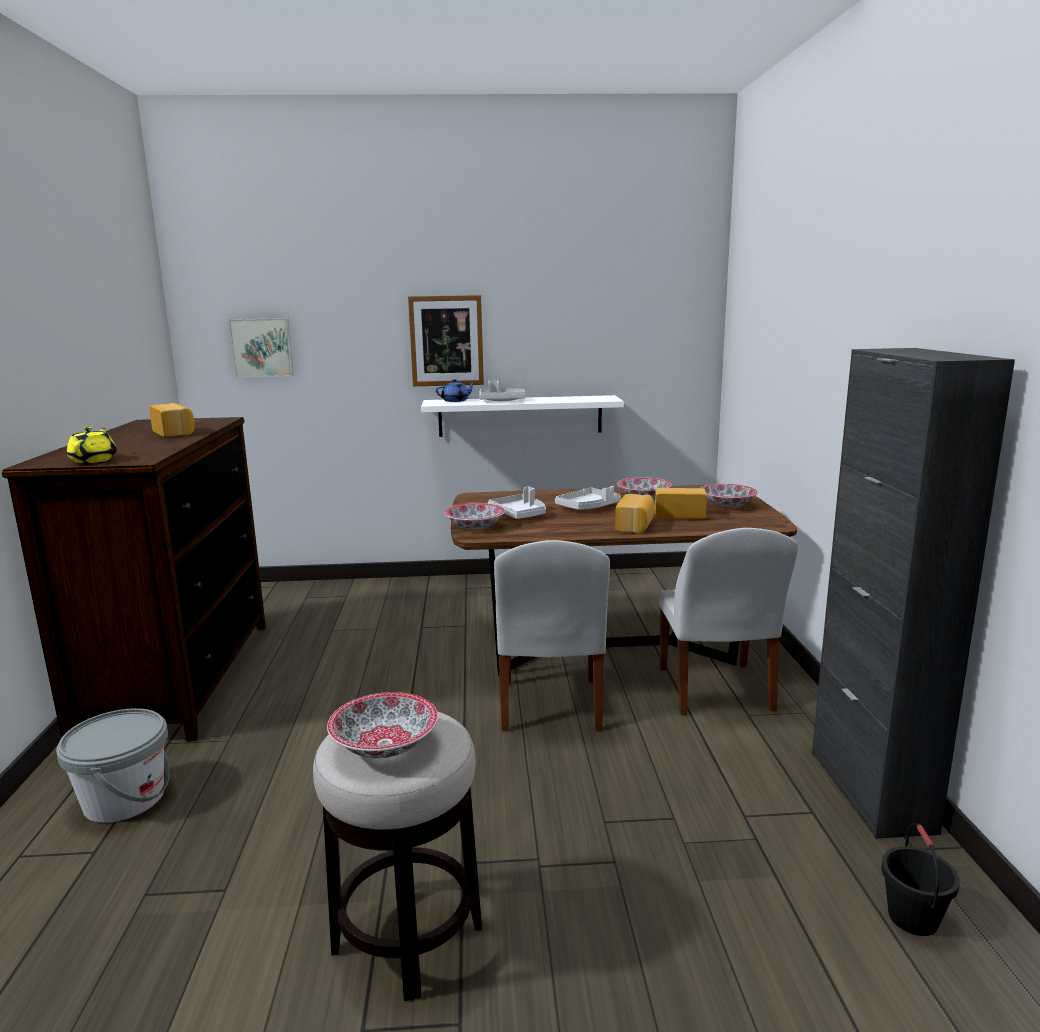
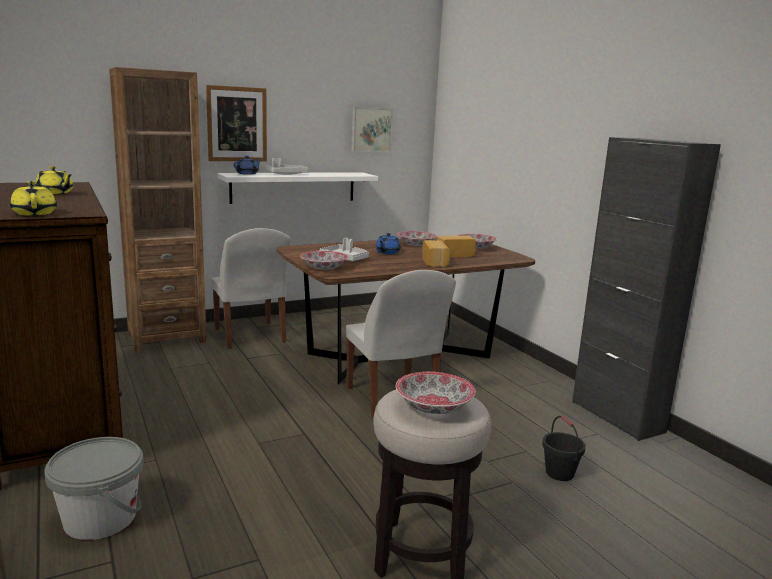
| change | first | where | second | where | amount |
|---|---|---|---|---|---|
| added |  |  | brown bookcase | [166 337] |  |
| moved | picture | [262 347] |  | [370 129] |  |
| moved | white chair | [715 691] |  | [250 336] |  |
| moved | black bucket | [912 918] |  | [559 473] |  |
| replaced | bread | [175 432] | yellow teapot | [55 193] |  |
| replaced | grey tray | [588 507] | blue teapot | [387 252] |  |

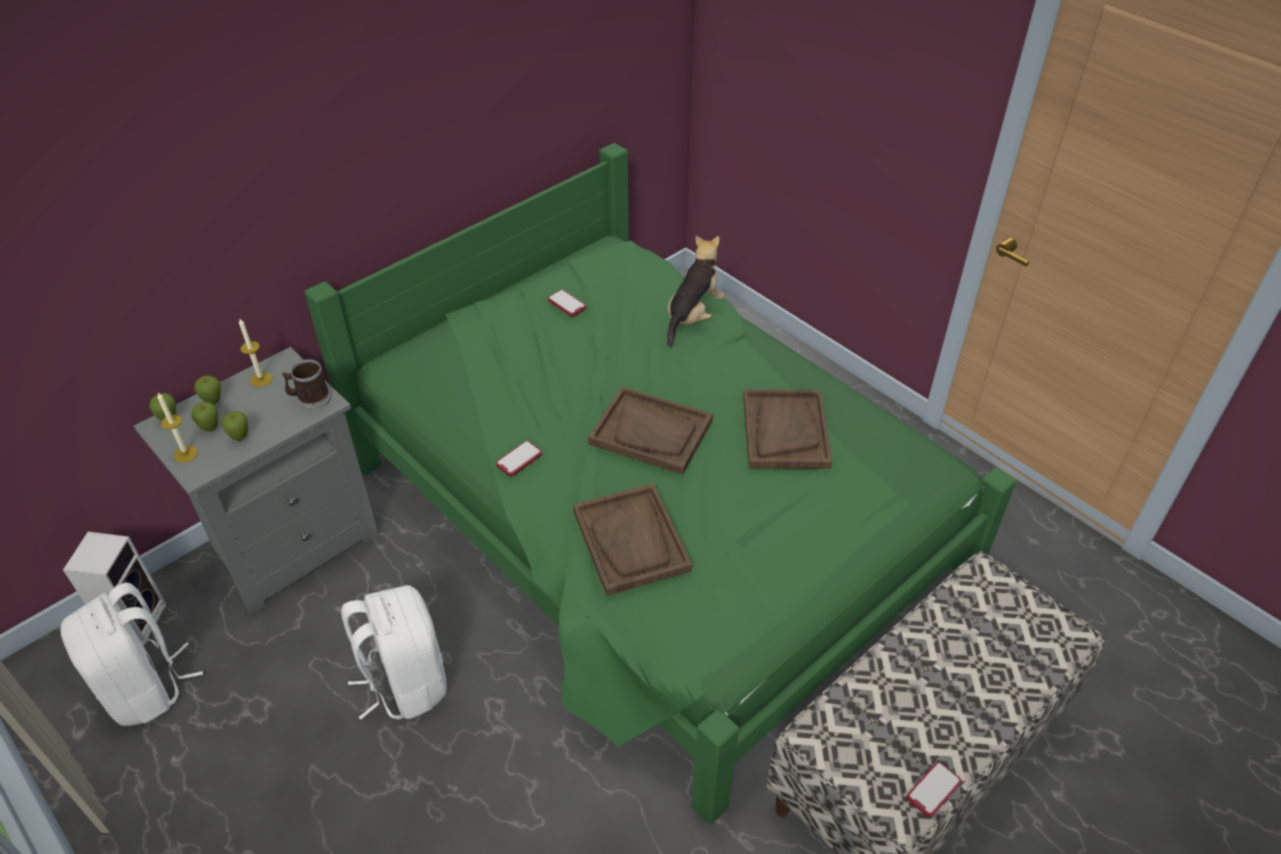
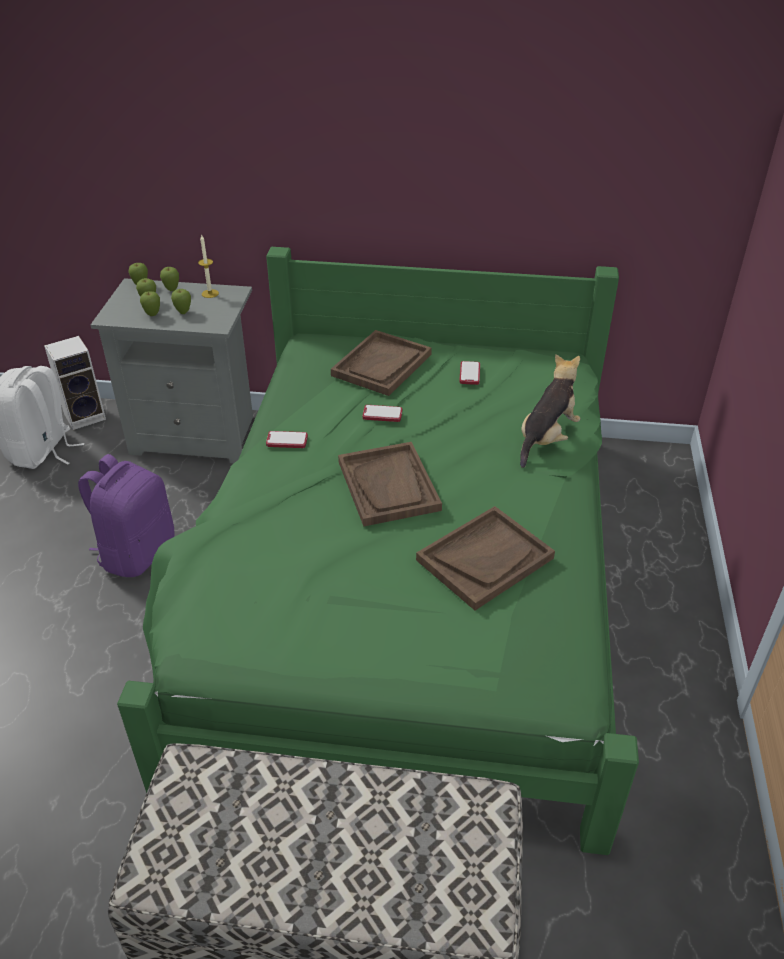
| change | first | where | second | where | amount |
|---|---|---|---|---|---|
| removed | candle | [185 454] |  |  |  |
| removed | mug | [310 399] |  |  |  |
| added |  |  | apple | [183 312] |  |
| moved | brown tray | [631 541] |  | [382 365] |  |
| moved | phone | [933 790] |  | [382 414] |  |
| recoloured | white backpack | [405 682] | purple backpack | [137 552] |  |
| turned | plush toy | [693 316] |  | [546 438] | 45 degrees counterclockwise |

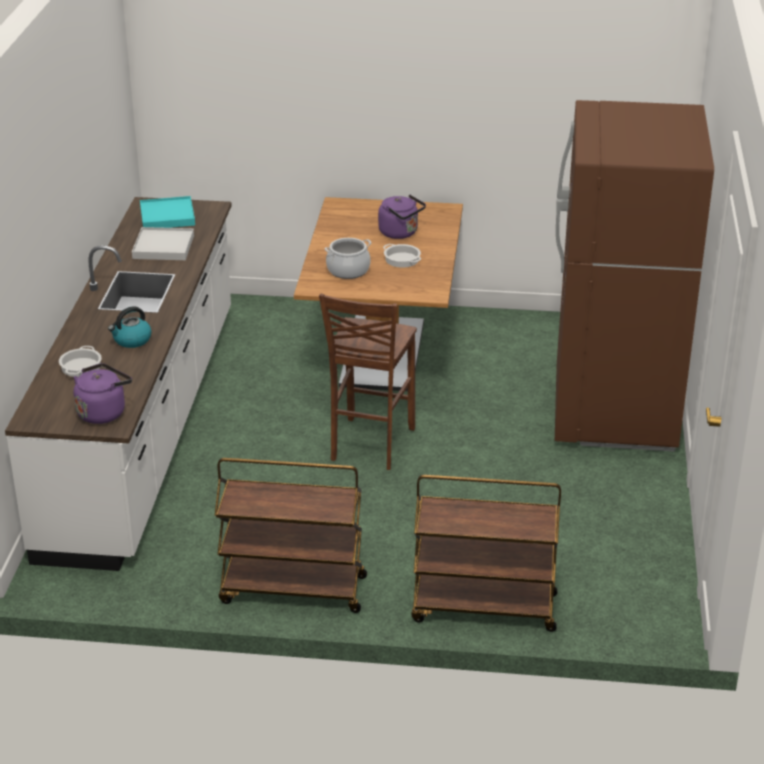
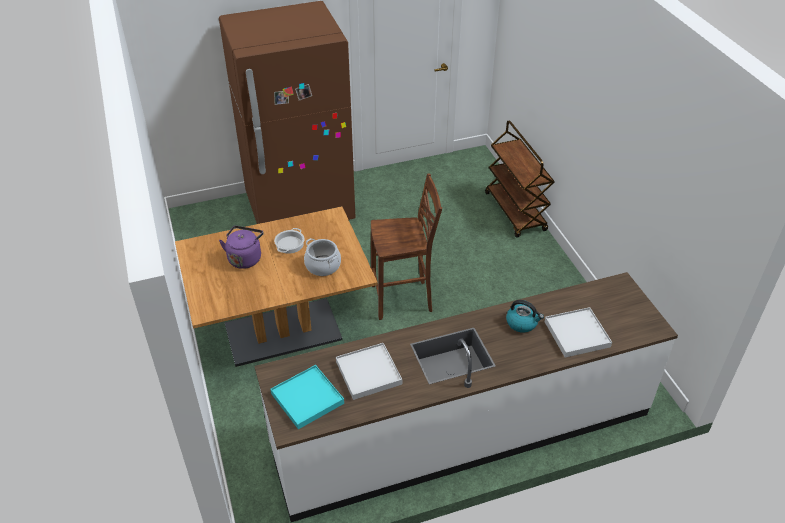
| change | first | where | second | where | amount |
|---|---|---|---|---|---|
| removed | purple kettle | [103 412] |  |  |  |
| removed | brown cart | [292 590] |  |  |  |
| replaced | cooking pot | [80 366] | white tray | [577 334] |  |

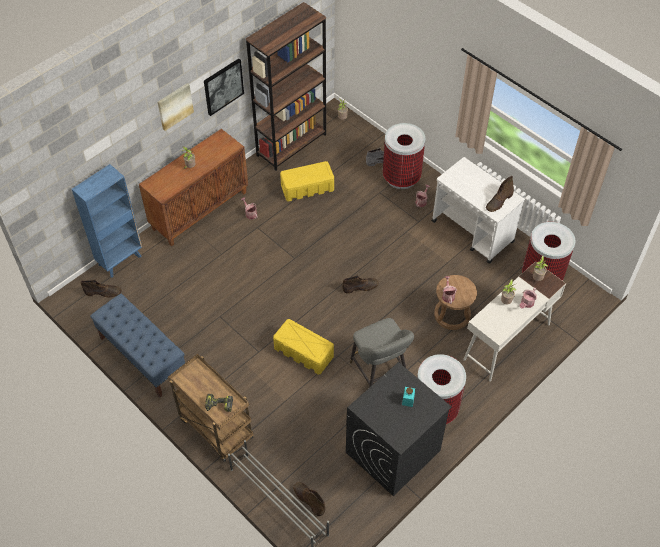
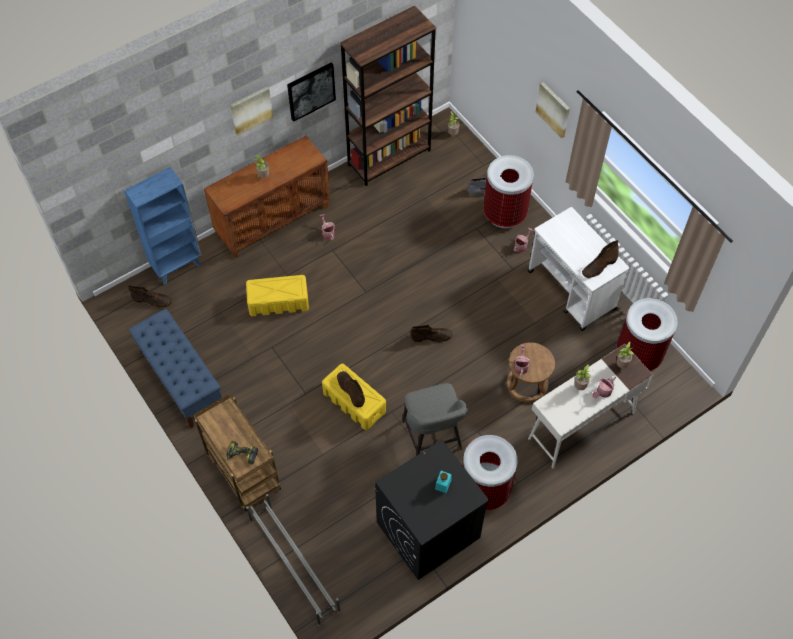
| change | first | where | second | where | amount |
|---|---|---|---|---|---|
| added |  |  | picture | [553 109] |  |
| moved | yellow storage box | [307 188] |  | [279 302] |  |
| moved | brown boot | [308 499] |  | [350 390] |  |

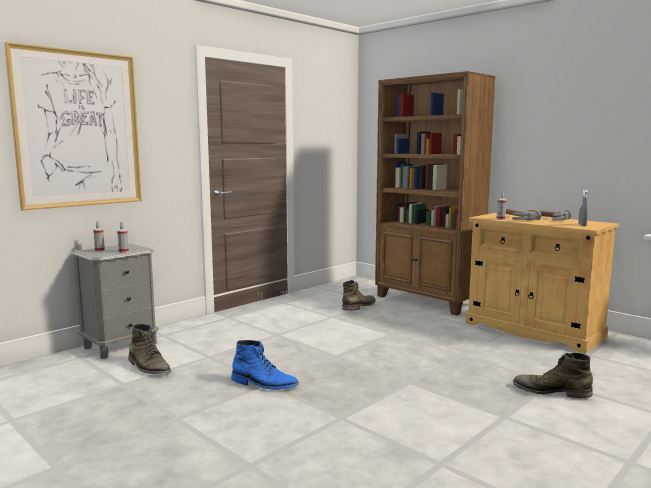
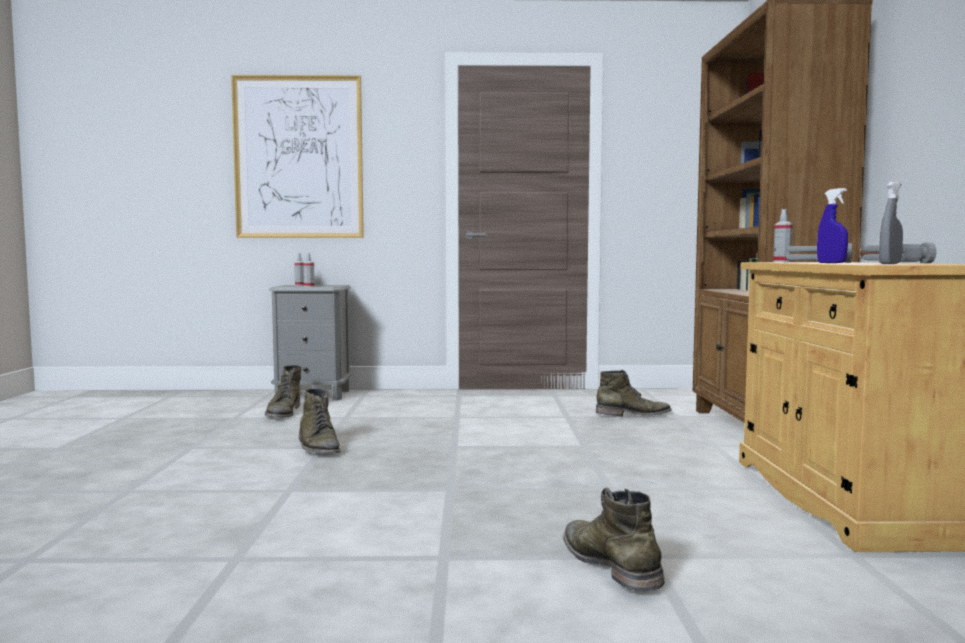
| change | first | where | second | where | amount |
|---|---|---|---|---|---|
| added |  |  | blue spray bottle | [831 263] |  |
| recoloured | blue boot | [264 384] | green boot | [318 447] |  |

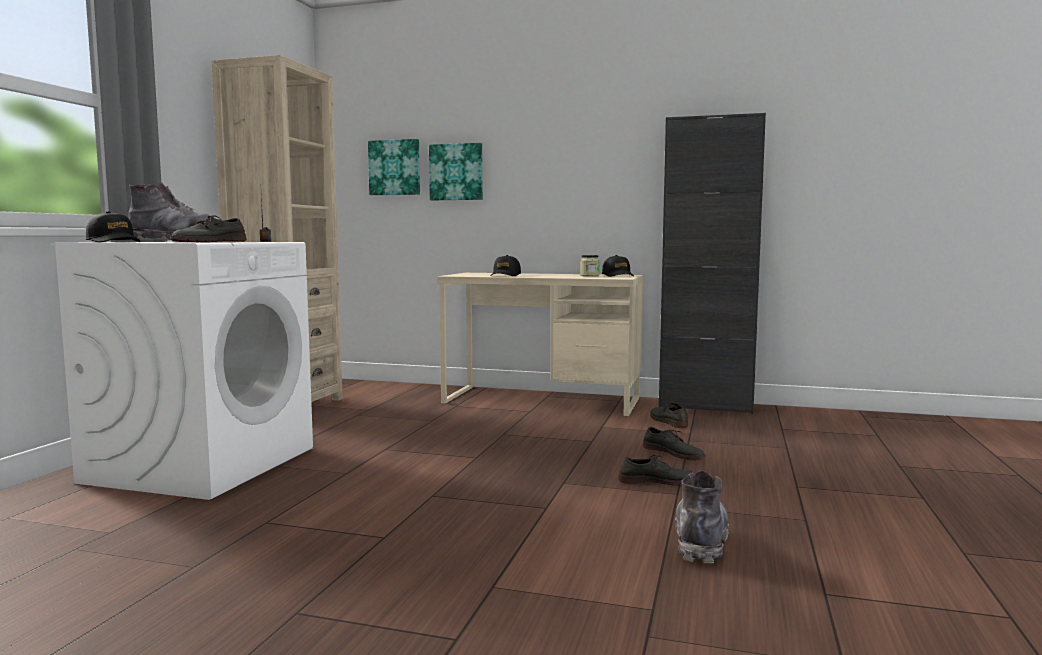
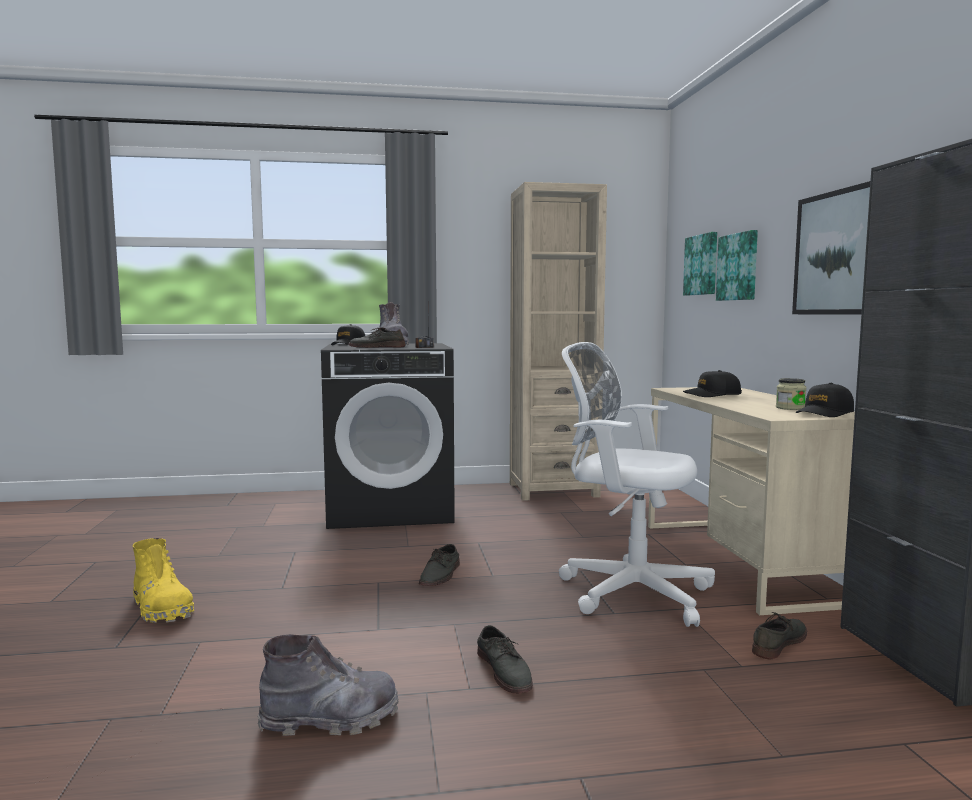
| change | first | where | second | where | amount |
|---|---|---|---|---|---|
| added |  |  | yellow boot | [162 608] |  |
| added |  |  | white office chair | [628 591] |  |
| added |  |  | picture | [839 253] |  |
| moved | grey shoe | [673 453] |  | [441 575] |  |
| recoloured | white washing machine | [202 464] | black washing machine | [391 509] |  |

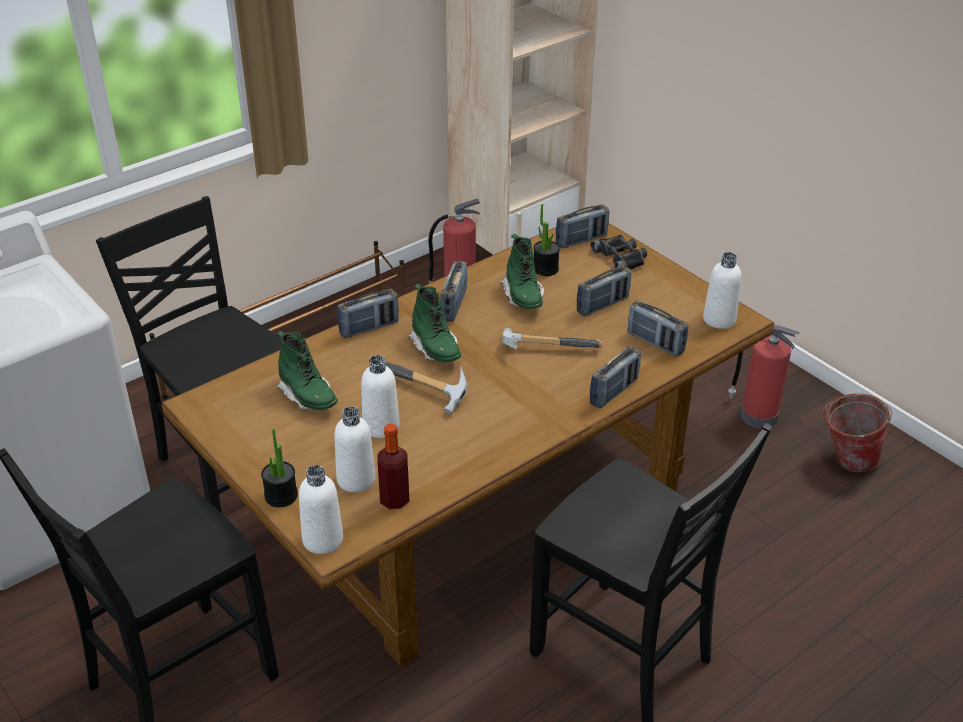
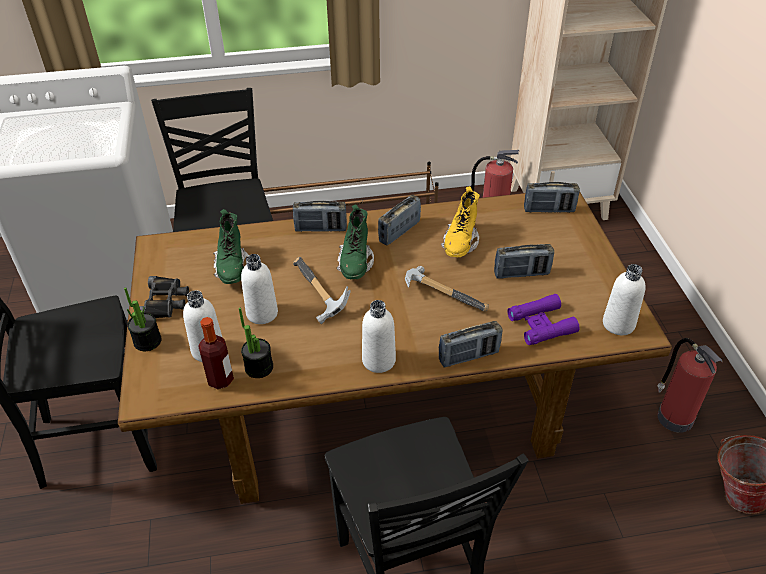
| change | first | where | second | where | amount |
|---|---|---|---|---|---|
| moved | white bottle | [323 540] |  | [378 360] |  |
| moved | potted plant | [545 269] |  | [259 367] |  |
| moved | black binoculars | [621 258] |  | [165 301] |  |
| replaced | radio | [655 343] | purple binoculars | [541 325] |  |
| recoloured | green boot | [523 297] | yellow boot | [460 244] |  |

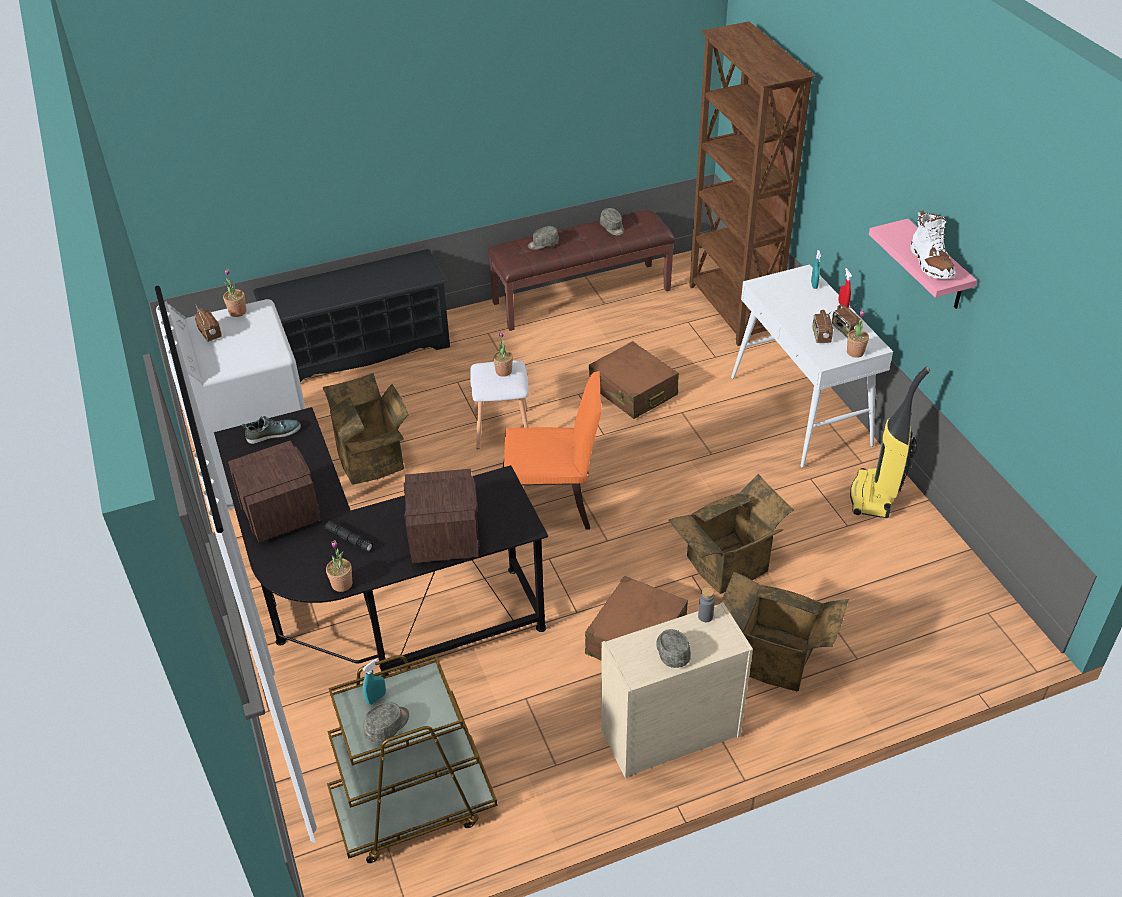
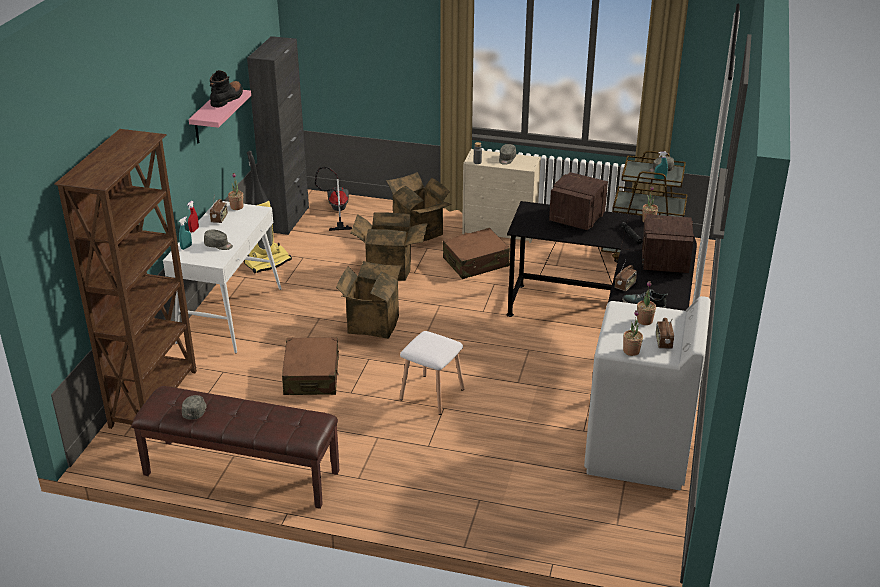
| change | first | where | second | where | amount |
|---|---|---|---|---|---|
| removed | black shoe rack | [361 350] |  |  |  |
| removed | orange chair | [552 502] |  |  |  |
| added |  |  | black cabinet | [287 219] |  |
| added |  |  | vacuum cleaner | [336 211] |  |
| moved | cardboard box | [374 460] |  | [371 323] |  |
| moved | potted plant | [503 371] |  | [644 321] |  |
| moved | grey cap | [543 244] |  | [218 245] |  |
| moved | radio | [820 336] |  | [625 286] |  |
| recoloured | white boot | [930 263] | black boot | [227 99] |  |

